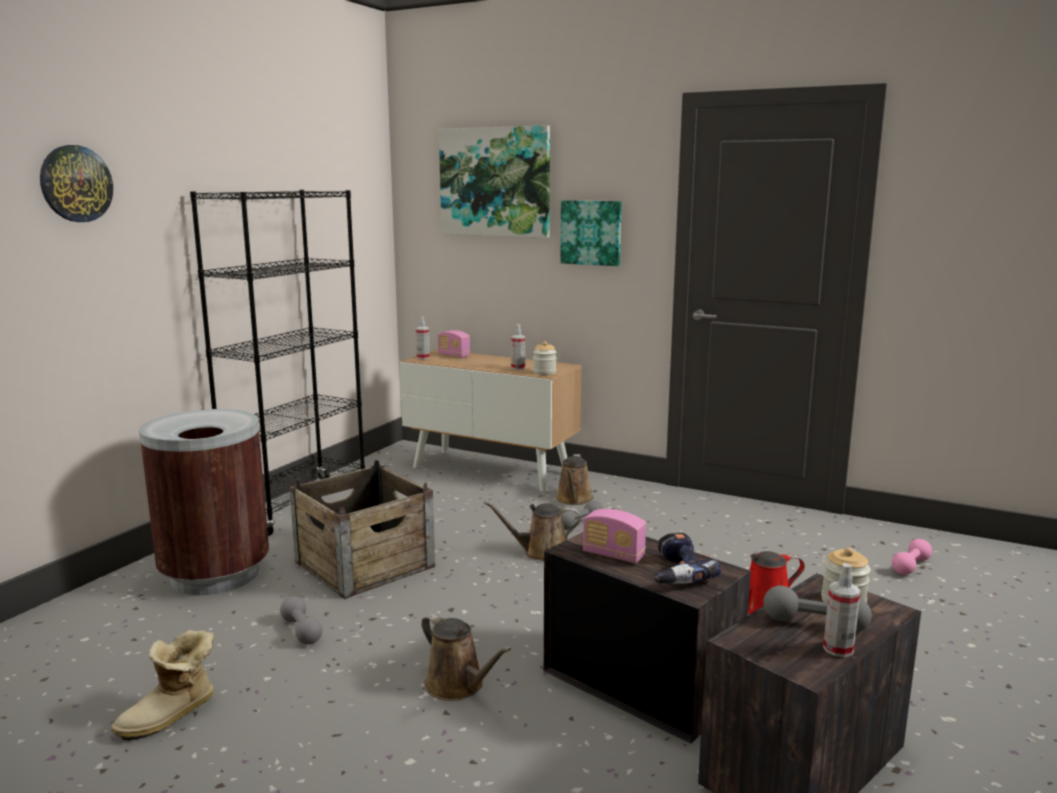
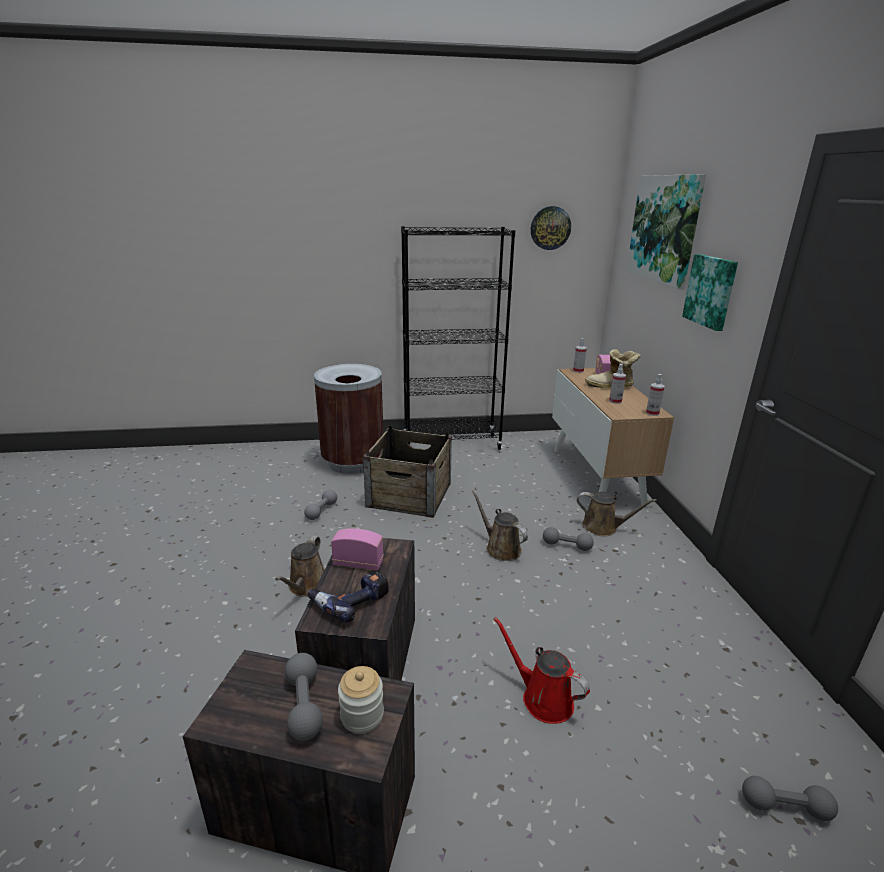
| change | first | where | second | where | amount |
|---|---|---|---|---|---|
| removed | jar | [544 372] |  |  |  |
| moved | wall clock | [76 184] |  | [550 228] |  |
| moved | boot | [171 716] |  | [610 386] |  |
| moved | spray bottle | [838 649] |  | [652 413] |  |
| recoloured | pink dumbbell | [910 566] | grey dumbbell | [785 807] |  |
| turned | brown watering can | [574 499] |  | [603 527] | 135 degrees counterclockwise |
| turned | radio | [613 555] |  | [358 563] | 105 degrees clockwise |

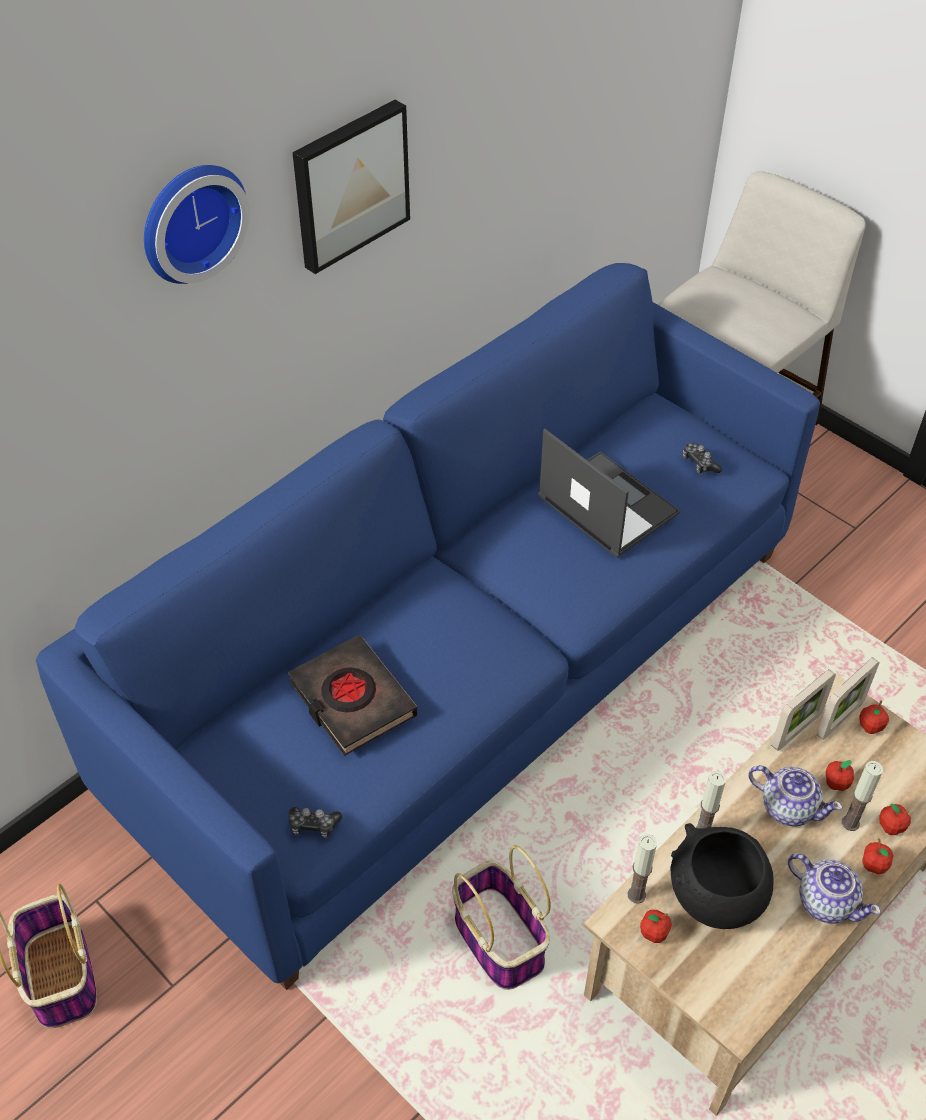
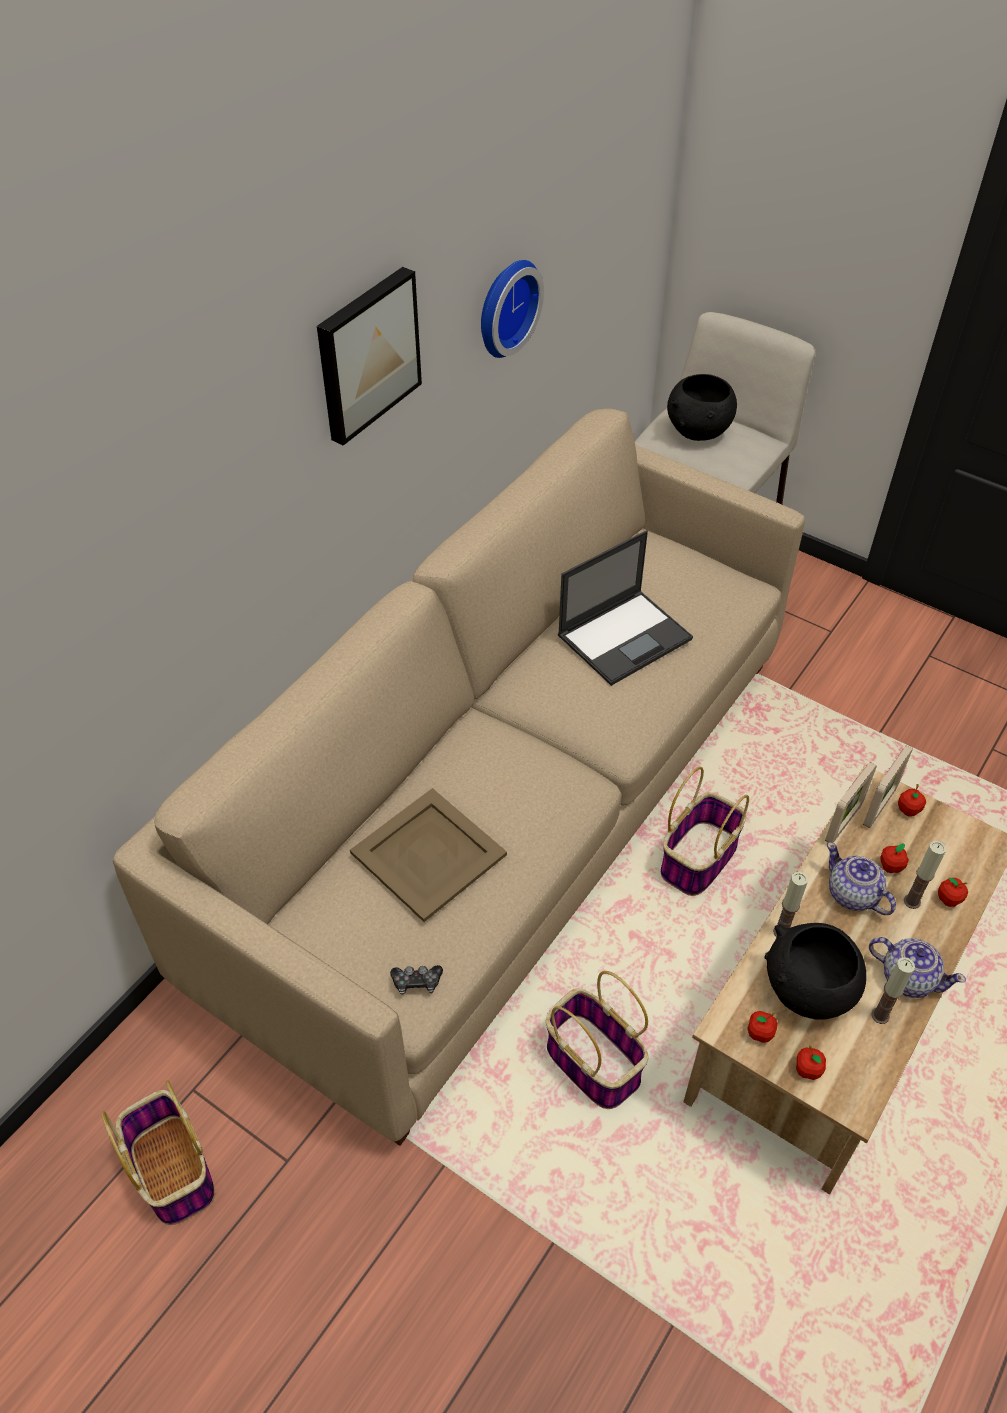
| change | first | where | second | where | amount |
|---|---|---|---|---|---|
| removed | game controller | [699 463] |  |  |  |
| added |  |  | basket | [698 858] |  |
| added |  |  | black bowl | [698 432] |  |
| moved | wall clock | [189 220] |  | [504 306] |  |
| moved | candle | [636 895] |  | [880 1015] |  |
| moved | apple | [873 865] |  | [807 1070] |  |
| replaced | black book | [352 700] | beige tray | [428 855] |  |
| recoloured | blue sofa | [463 670] | beige sofa | [503 811] |  |
| turned | laptop | [606 504] |  | [625 636] | 105 degrees clockwise |
| turned | teapot | [788 806] |  | [852 895] | 150 degrees counterclockwise |

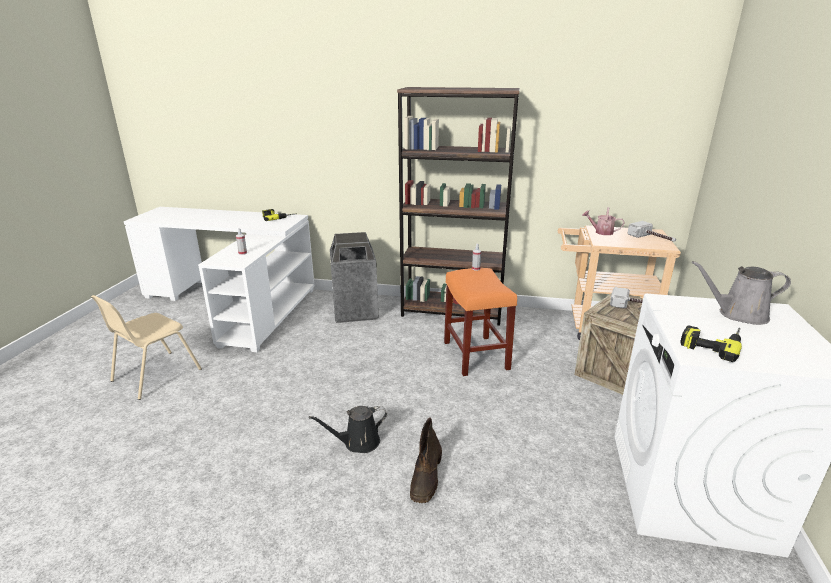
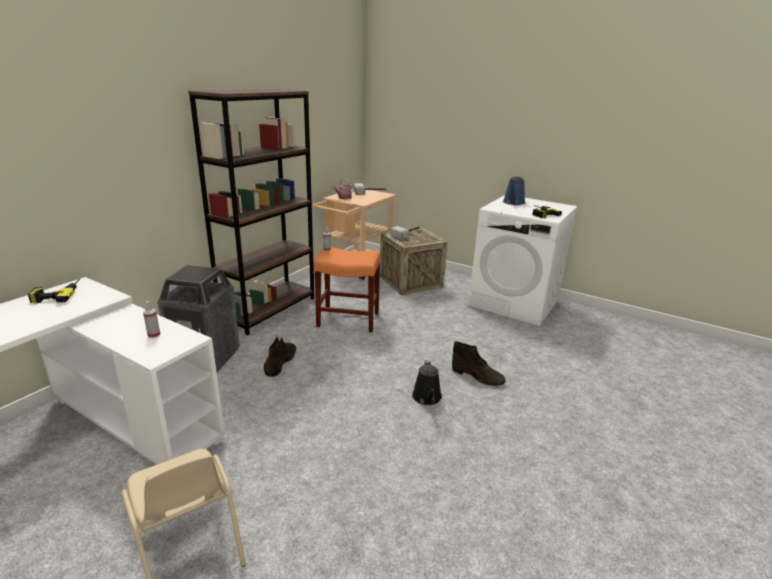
| change | first | where | second | where | amount |
|---|---|---|---|---|---|
| added |  |  | brown boot | [281 362] |  |
| recoloured | grey watering can | [738 314] | blue watering can | [513 203] |  |

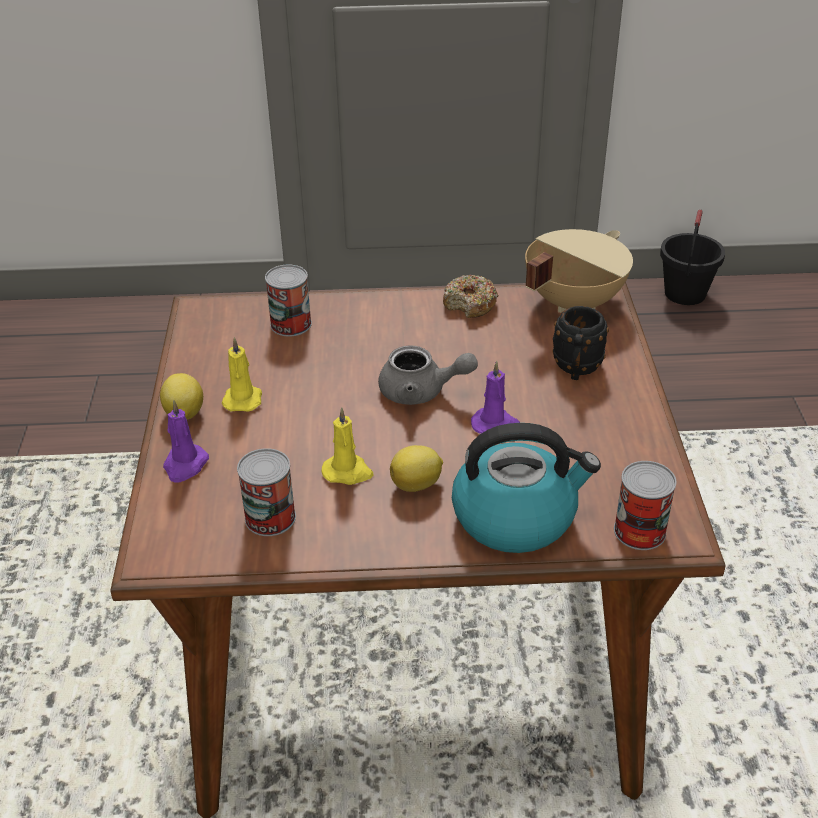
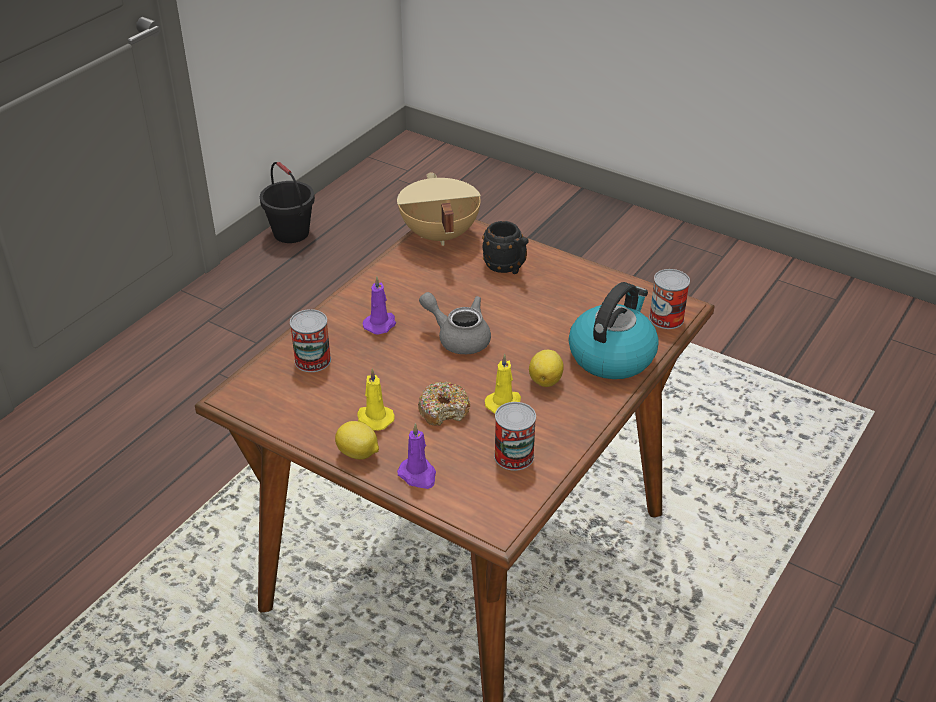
| change | first | where | second | where | amount |
|---|---|---|---|---|---|
| moved | donut | [470 304] |  | [444 410] |  |
| moved | purple candle | [495 424] |  | [380 324] |  |
| turned | grey teapot | [421 392] |  | [458 337] | 105 degrees counterclockwise |

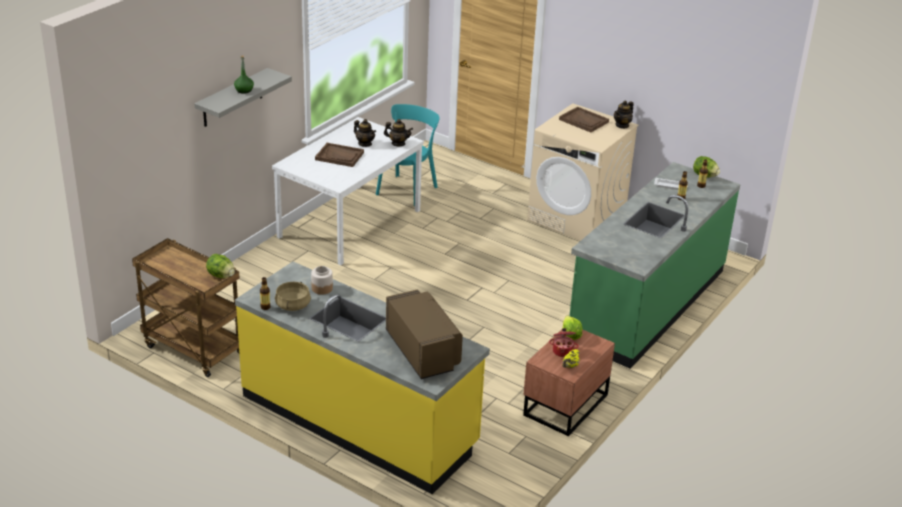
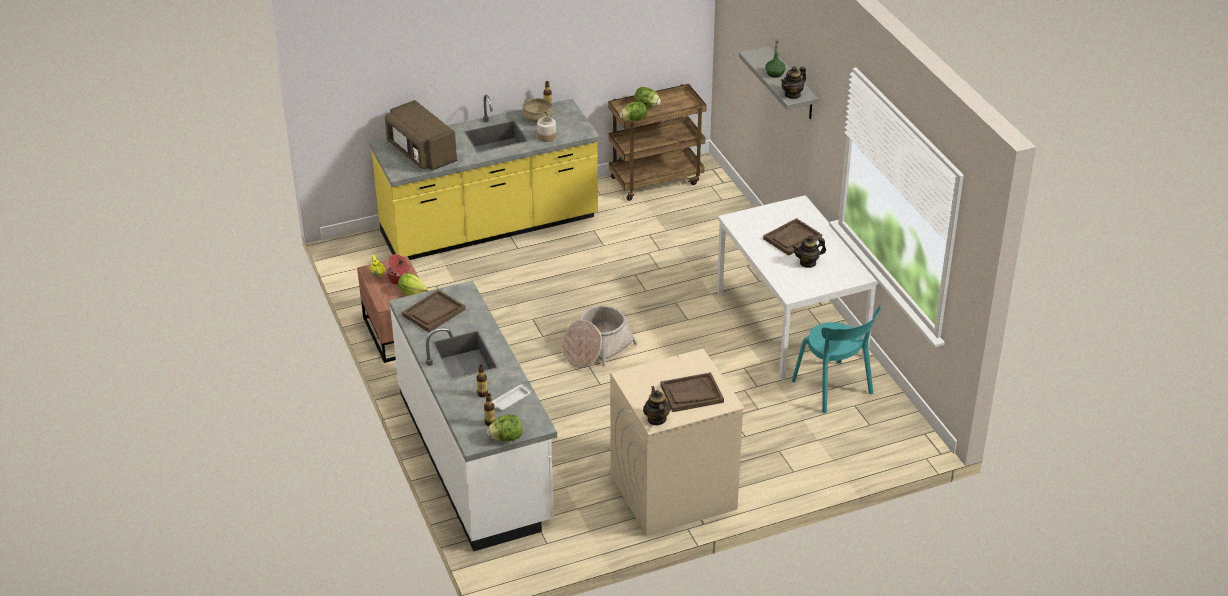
| change | first | where | second | where | amount |
|---|---|---|---|---|---|
| added |  |  | brown tray | [433 312] |  |
| added |  |  | basket | [596 349] |  |
| added |  |  | lettuce | [646 106] |  |
| moved | teapot | [398 143] |  | [792 94] |  |
| recoloured | green counter | [646 304] | white counter | [476 457] |  |
| turned | brown microwave | [423 351] |  | [421 153] | 45 degrees clockwise |

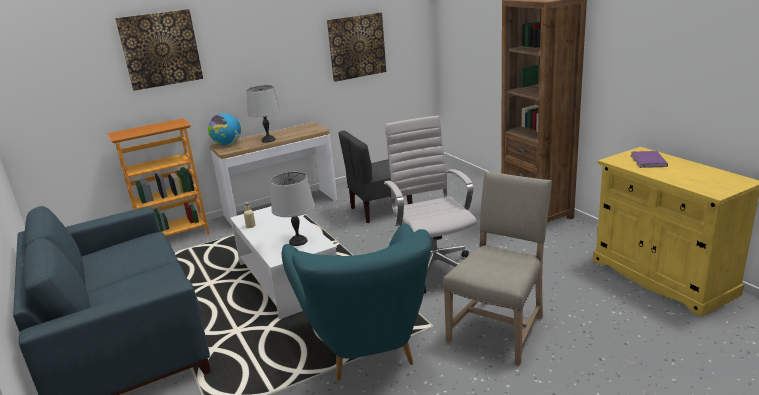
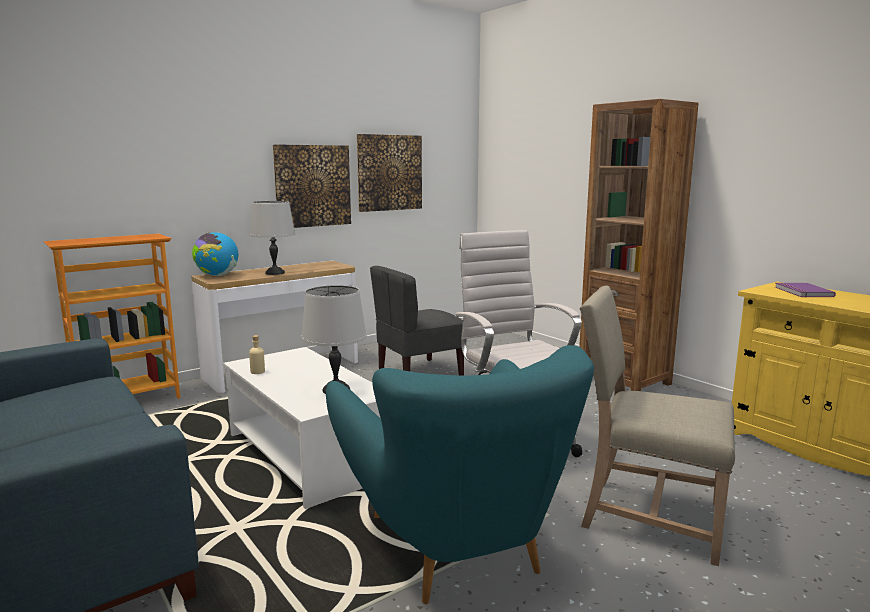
| change | first | where | second | where | amount |
|---|---|---|---|---|---|
| moved | picture | [160 49] |  | [312 186] |  |
| turned | beige chair | [499 328] |  | [647 516] | 90 degrees counterclockwise |

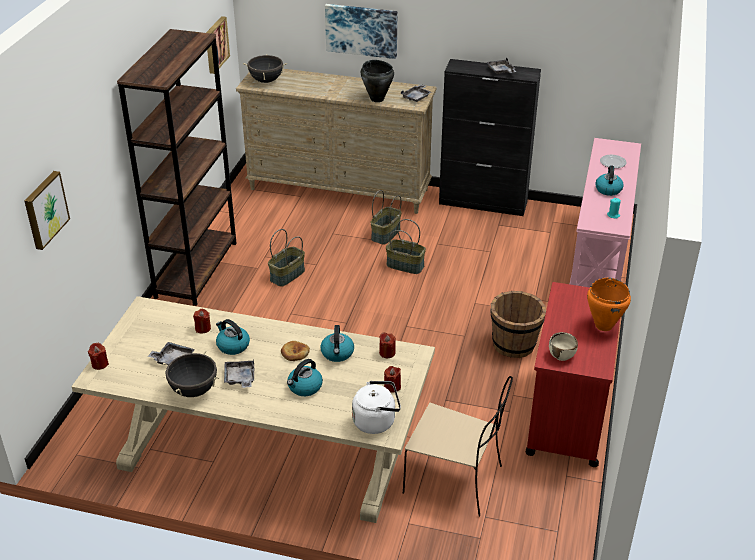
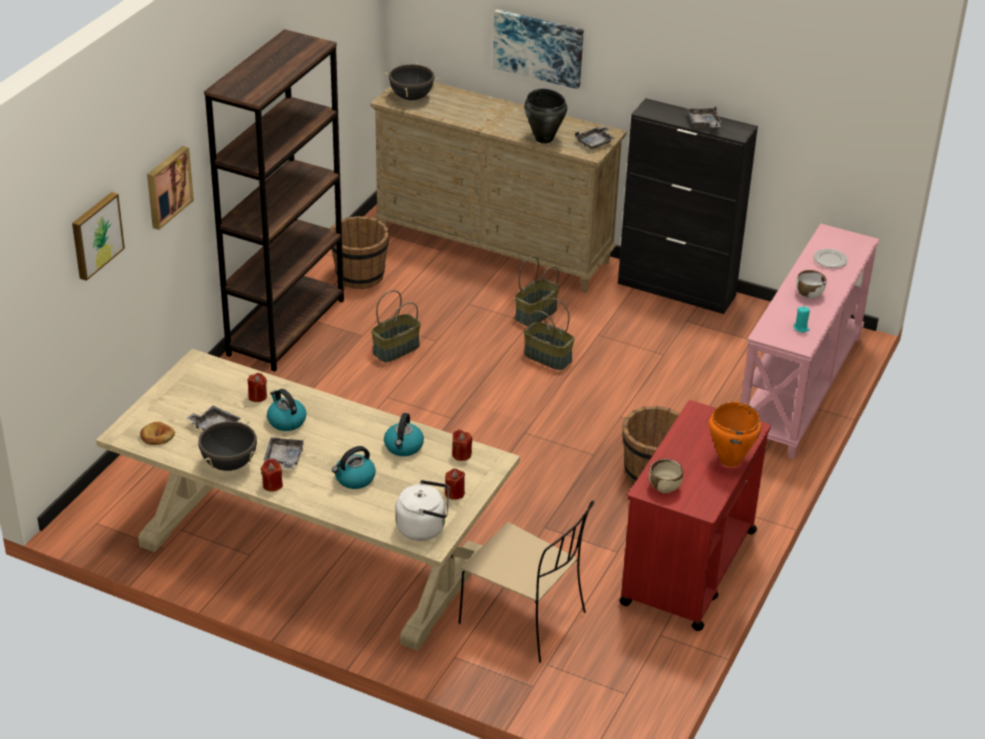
| change | first | where | second | where | amount |
|---|---|---|---|---|---|
| added |  |  | brown bucket | [360 277] |  |
| moved | red candle | [100 364] |  | [272 485] |  |
| moved | picture | [215 44] |  | [167 186] |  |
| moved | bread | [295 353] |  | [157 436] |  |
| replaced | kettle | [608 189] | white bowl | [809 294] |  |

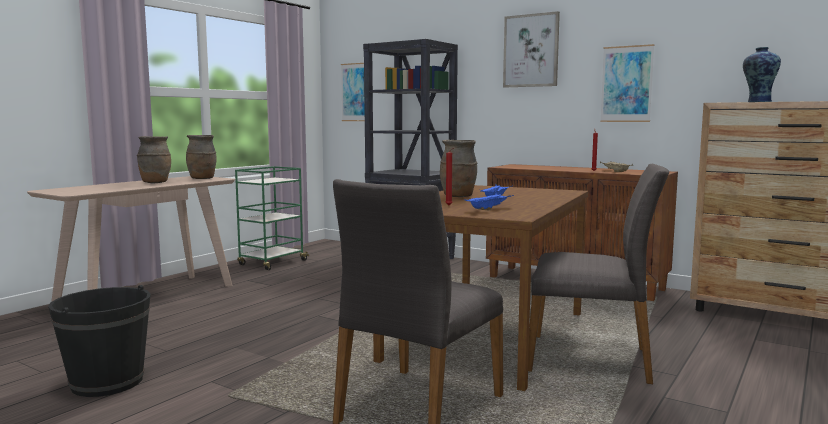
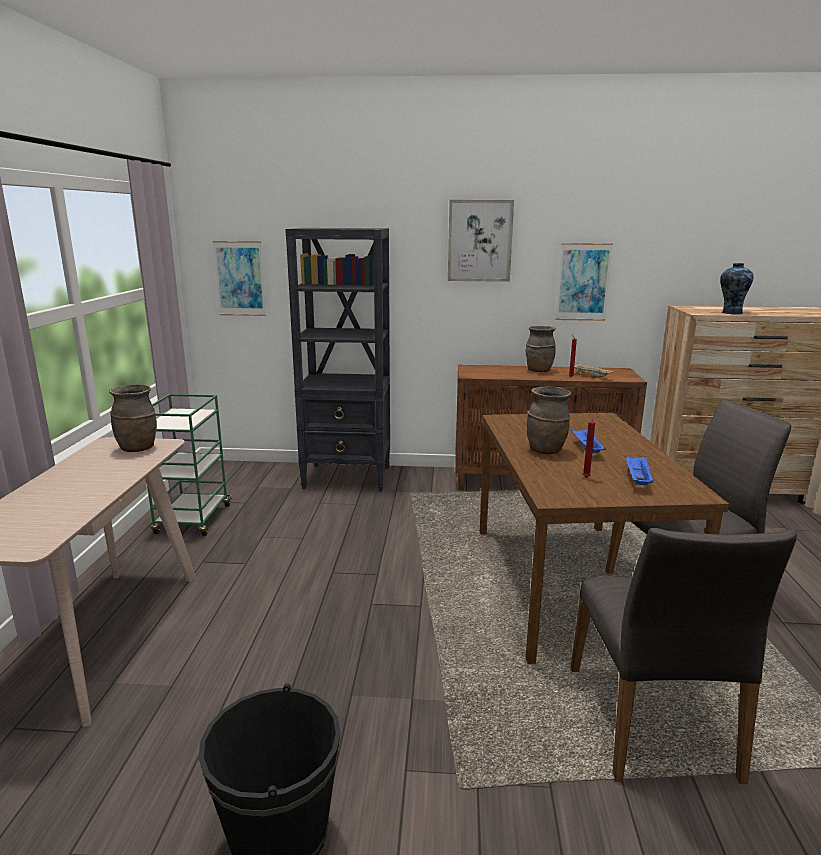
| change | first | where | second | where | amount |
|---|---|---|---|---|---|
| moved | brown vase | [155 183] |  | [538 371] |  |

